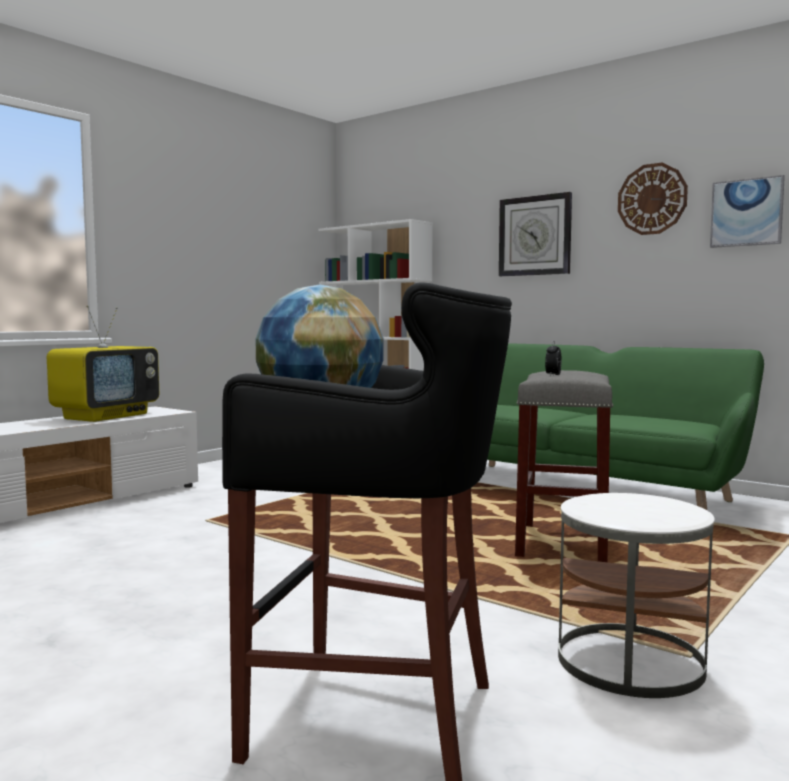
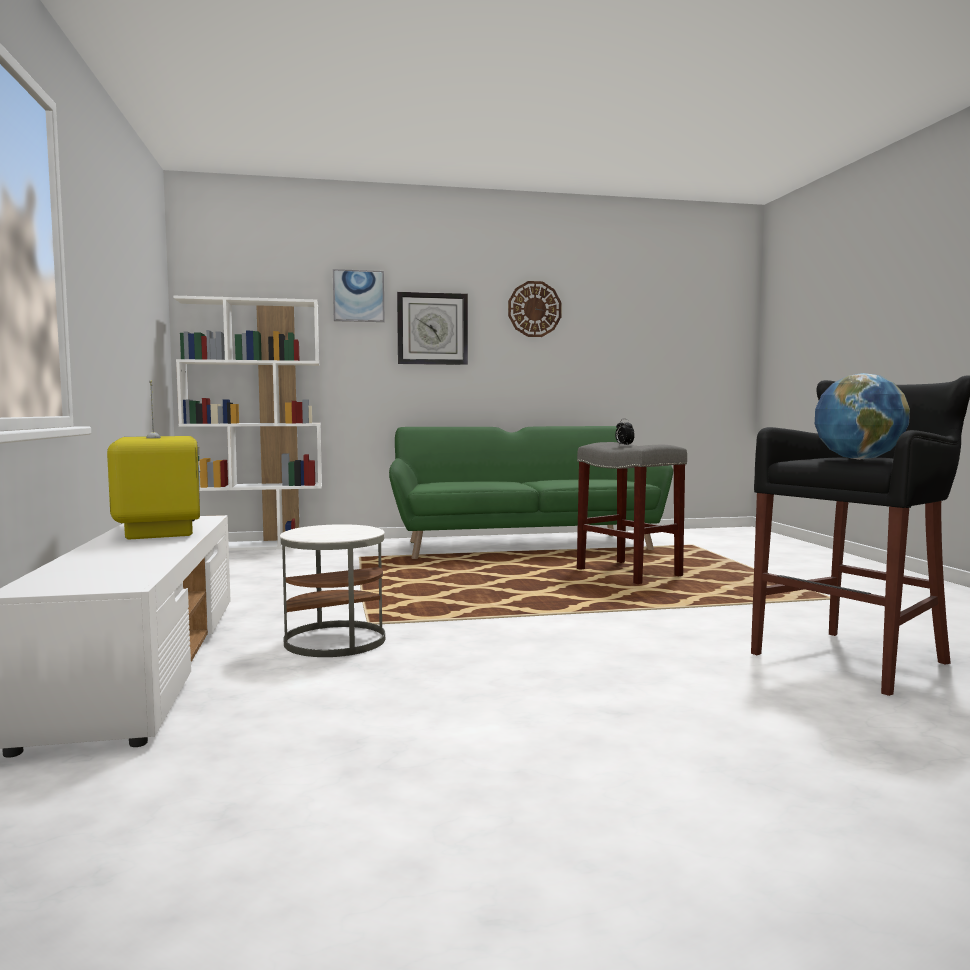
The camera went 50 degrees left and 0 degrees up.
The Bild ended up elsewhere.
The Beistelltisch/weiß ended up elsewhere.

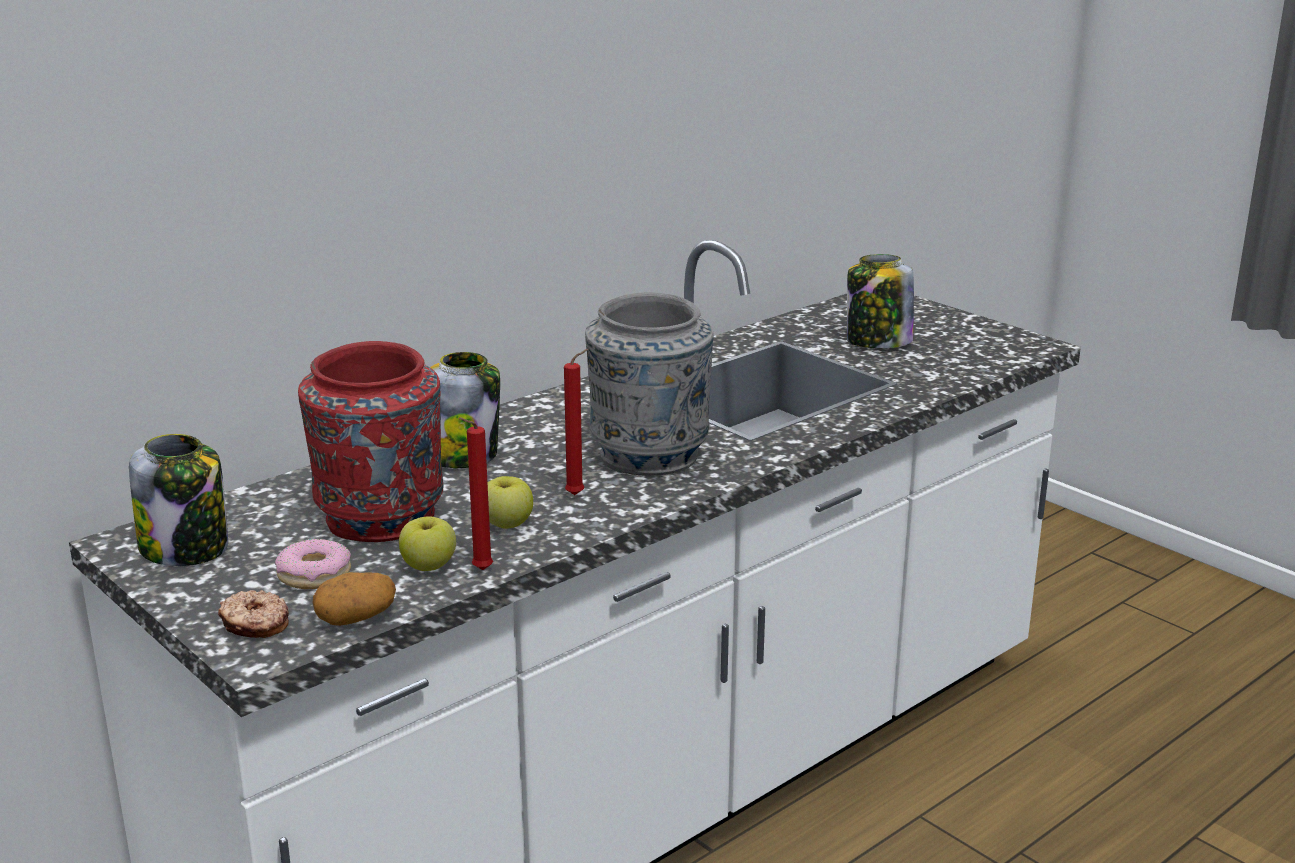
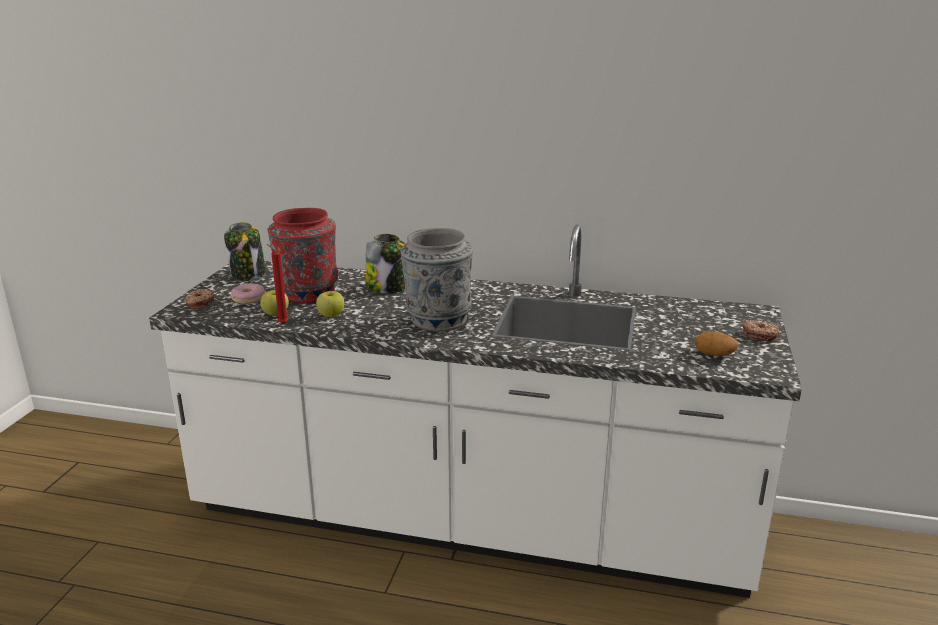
The camera went 55 degrees right and 0 degrees up.
The second view lost the Vorratsglas (no. 3 from left).
The second view lost the Kerze/rot (no. 2 from left).
The Kartoffel ended up elsewhere.
The second view gained the Donut (no. 3 from left).

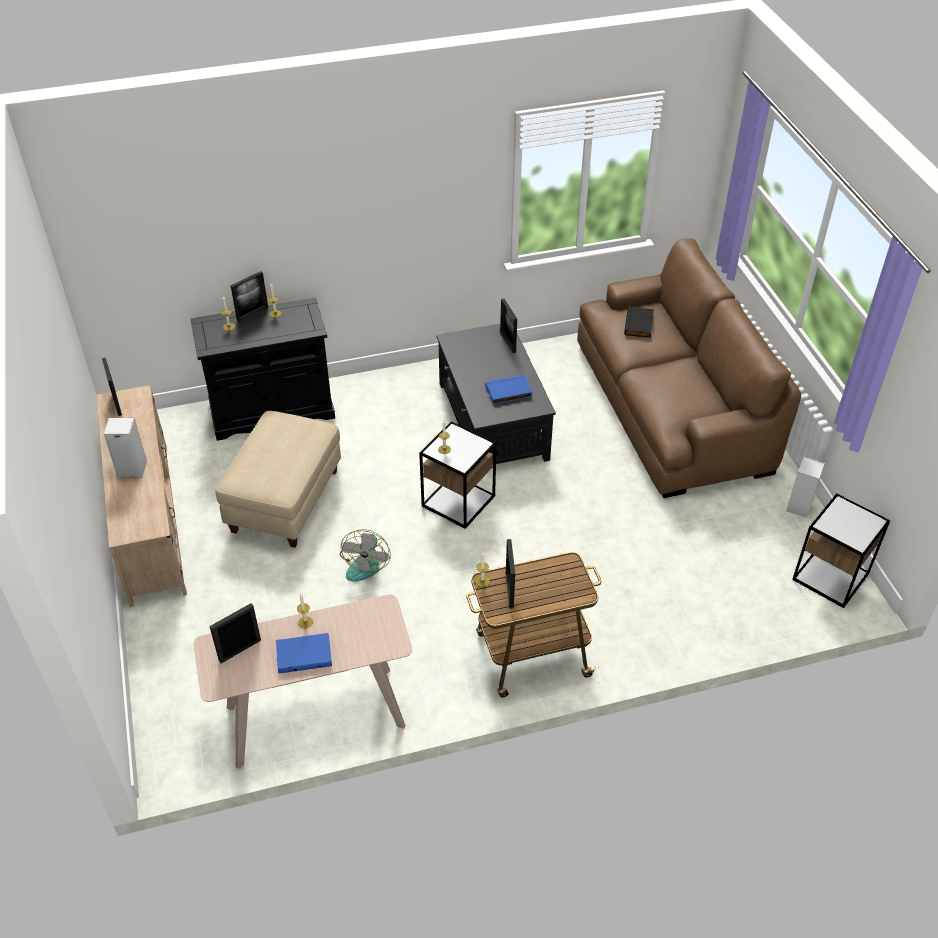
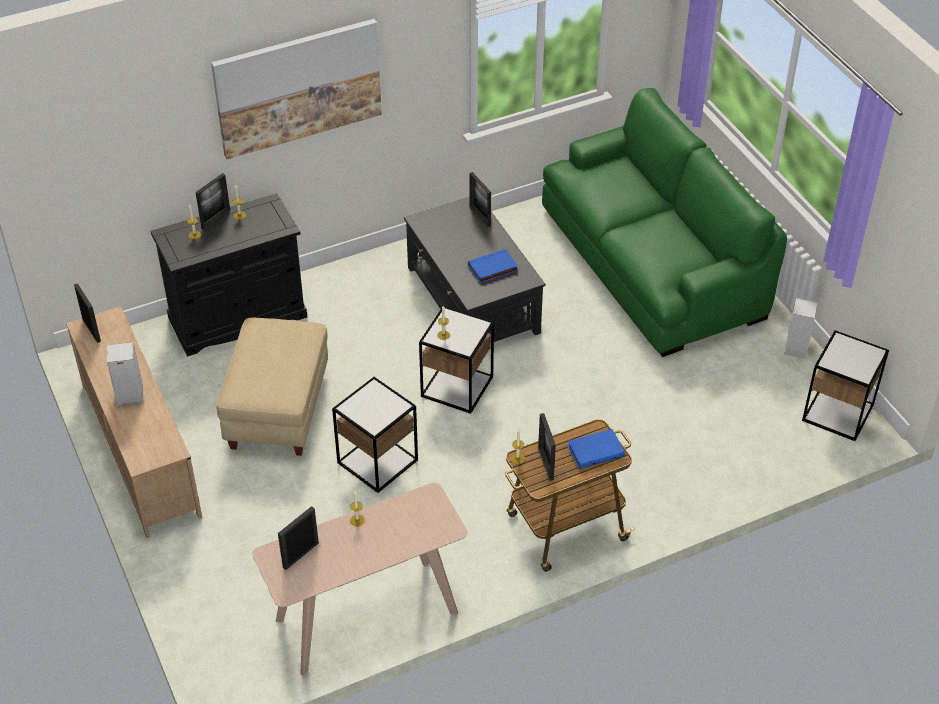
The camera went 10 degrees left and 0 degrees up.
What was the Sofa/braun turned into the Sofa/grün.
The second view lost the Buch/schwarz.
Where the Ventilator stood, the Beistelltisch (no. 1 from left) came to stand.
The Buch/blau (no. 1 from left in the first image) ended up elsewhere.
The second view gained the Bild.

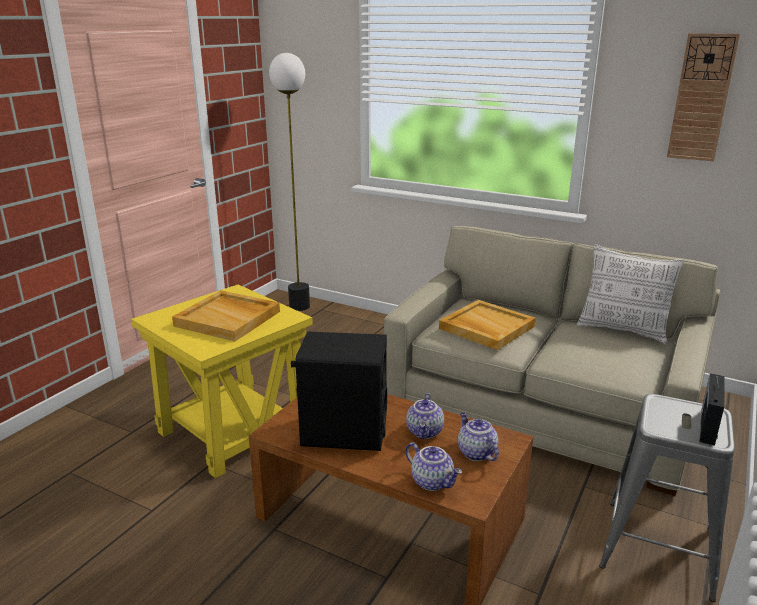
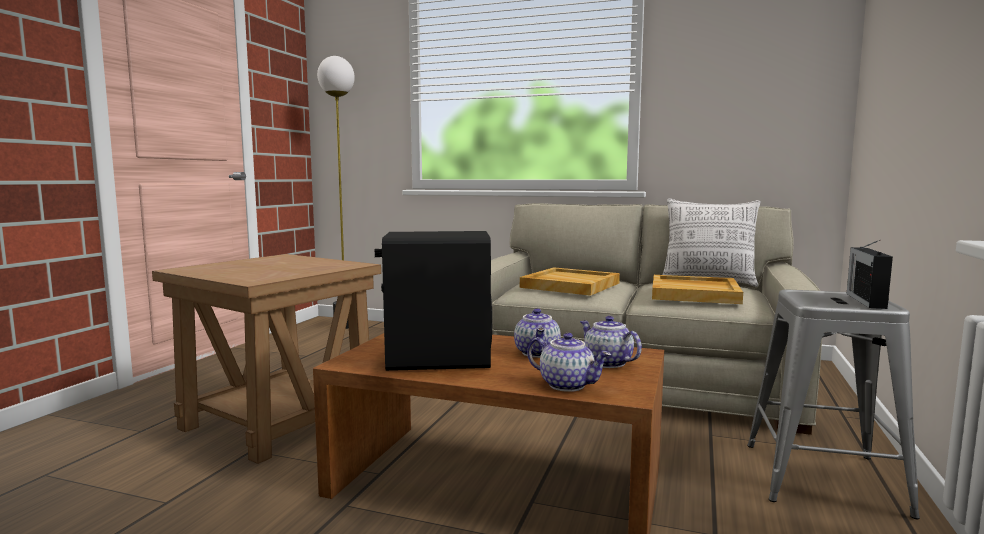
The camera went 10 degrees left and 15 degrees down.
The second view lost the Wanduhr.
What was the Beistelltisch/gelb turned into the Beistelltisch/braun.
The Tablett/beige (no. 1 from left in the first image) ended up elsewhere.

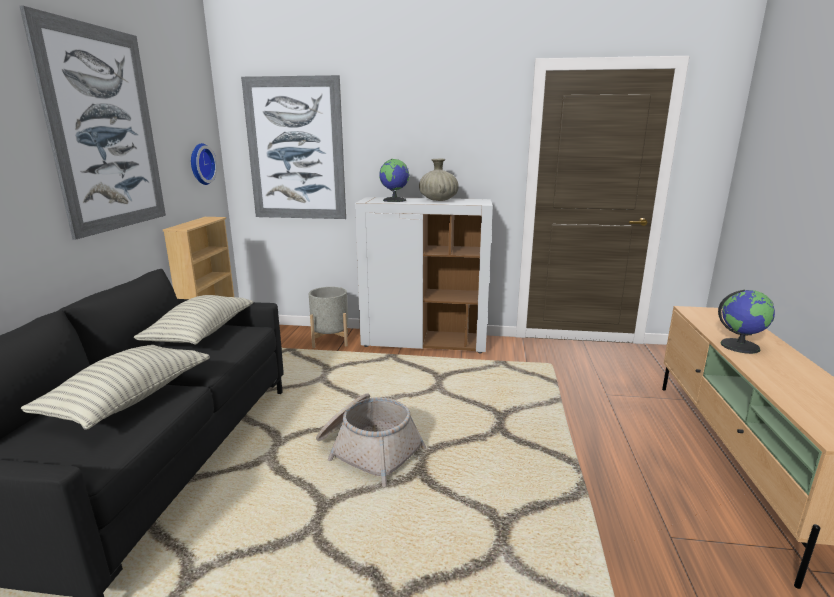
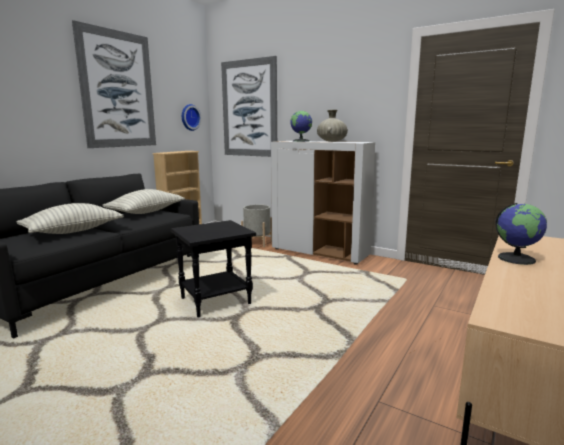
The camera went 25 degrees right and 5 degrees down.
Where the Korb stood, the Beistelltisch/schwarz came to stand.

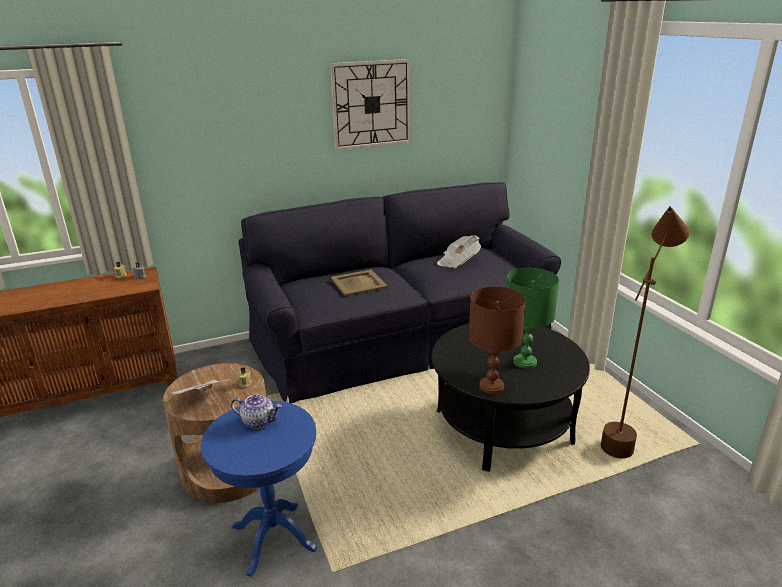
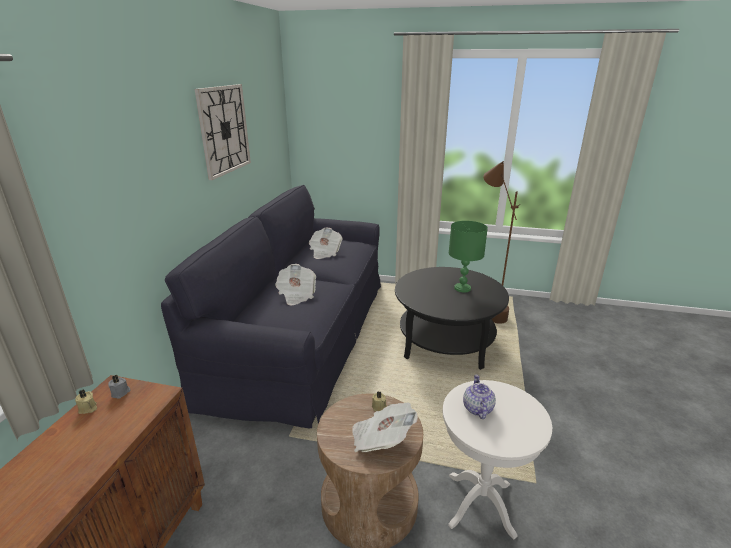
The camera went 55 degrees left and 0 degrees up.
Where the Tablett/beige stood, the Zeitung (no. 1 from left) came to stand.
The second view lost the Tischlampe/braun.
The Teekanne ended up facing another way, 45 degrees counterclockwise from before.
What was the Beistelltisch/blau turned into the Beistelltisch/weiß.

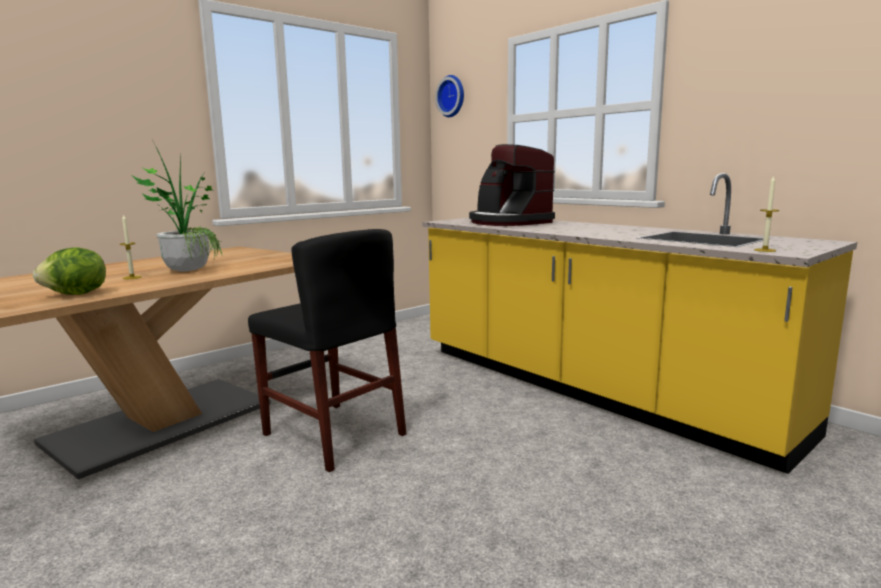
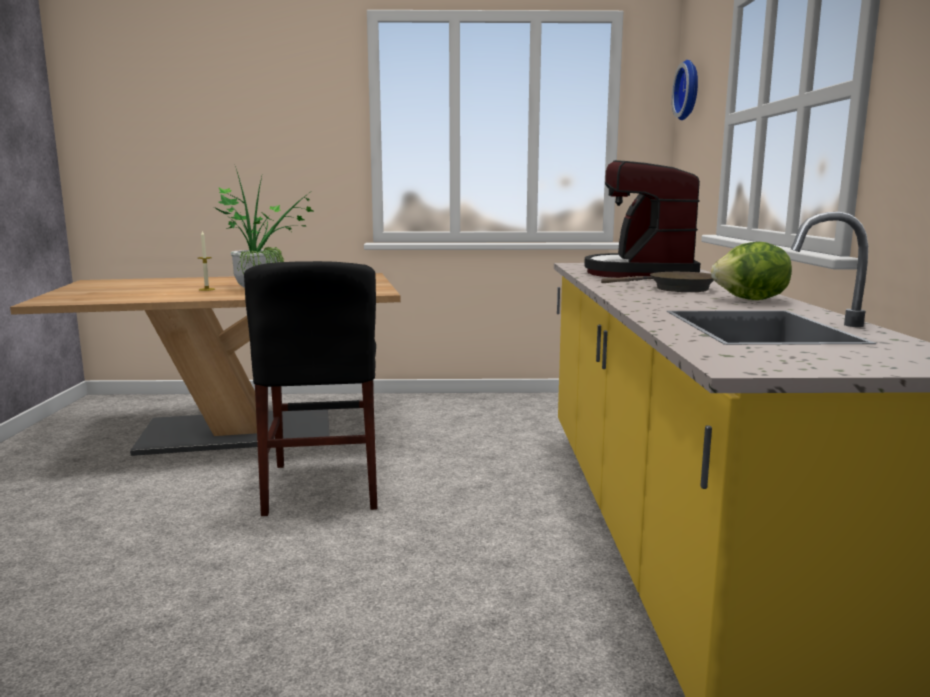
The camera went 40 degrees right and 0 degrees up.
The second view lost the Kerze (no. 2 from left).
The Salatkopf ended up elsewhere.
The second view gained the Pfanne/braun.

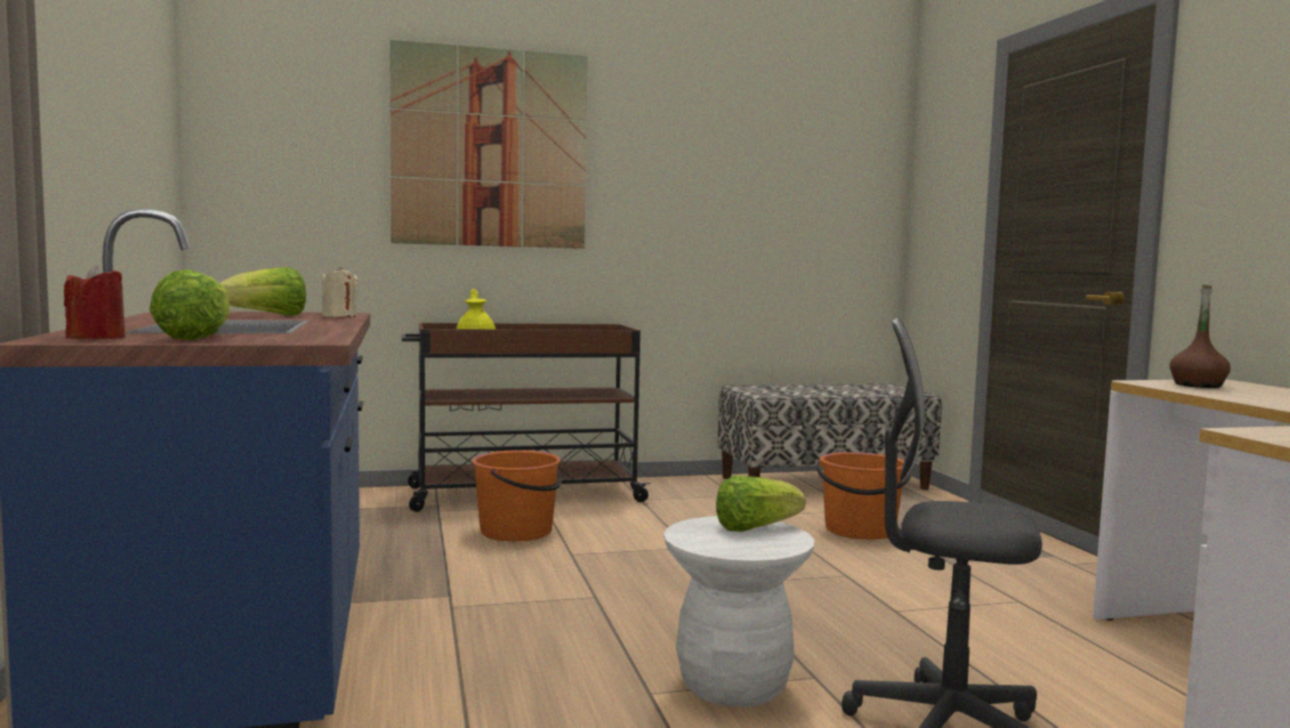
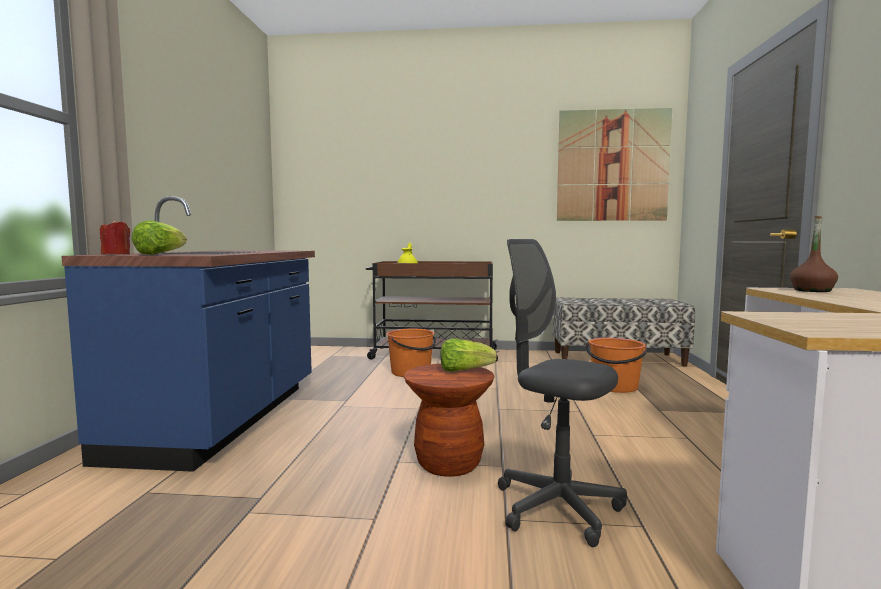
The camera went 20 degrees right and 0 degrees up.
The Bild ended up elsewhere.
The second view lost the Kerze/beige.
The second view lost the Salatkopf (no. 2 from left).
What was the Hocker/weiß turned into the Hocker/braun.

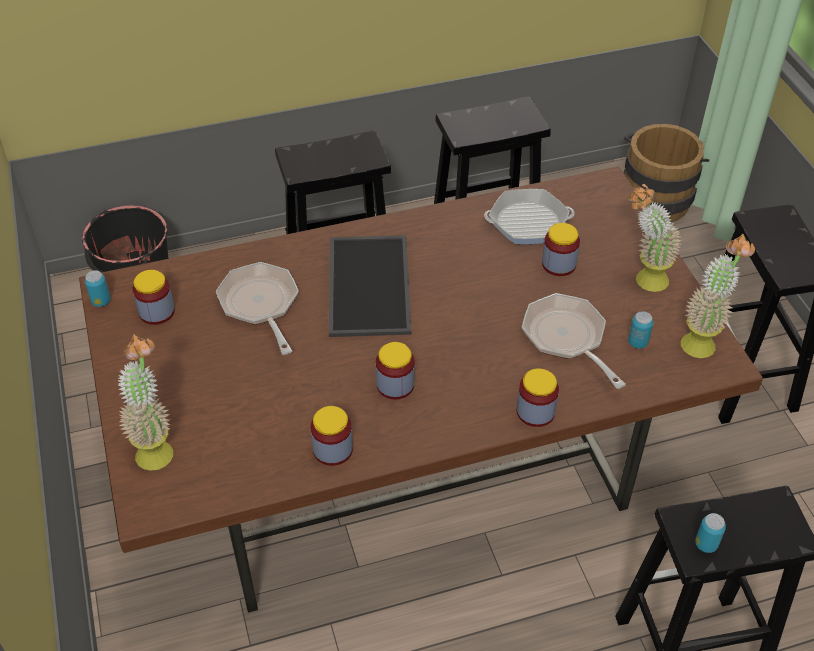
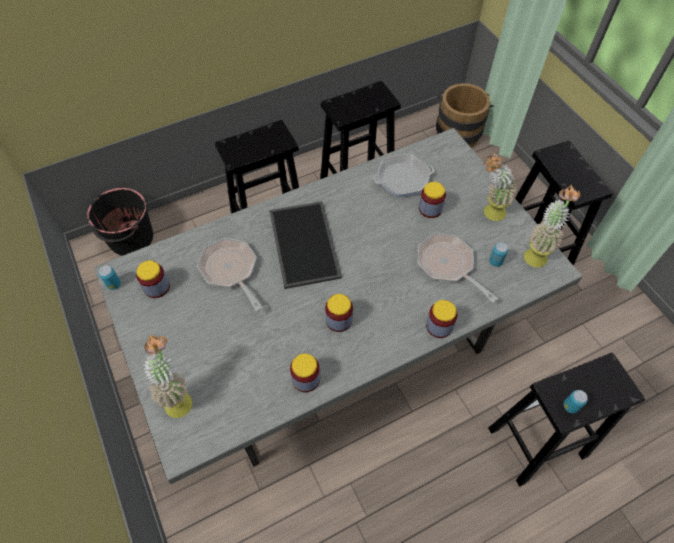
The camera went 10 degrees left and 10 degrees up.
What was the Esstisch/braun turned into the Esstisch/grau.

